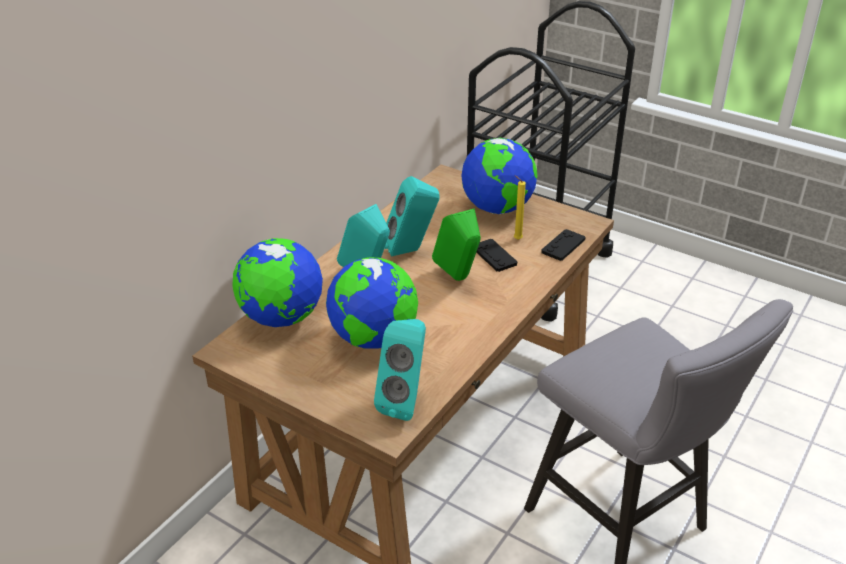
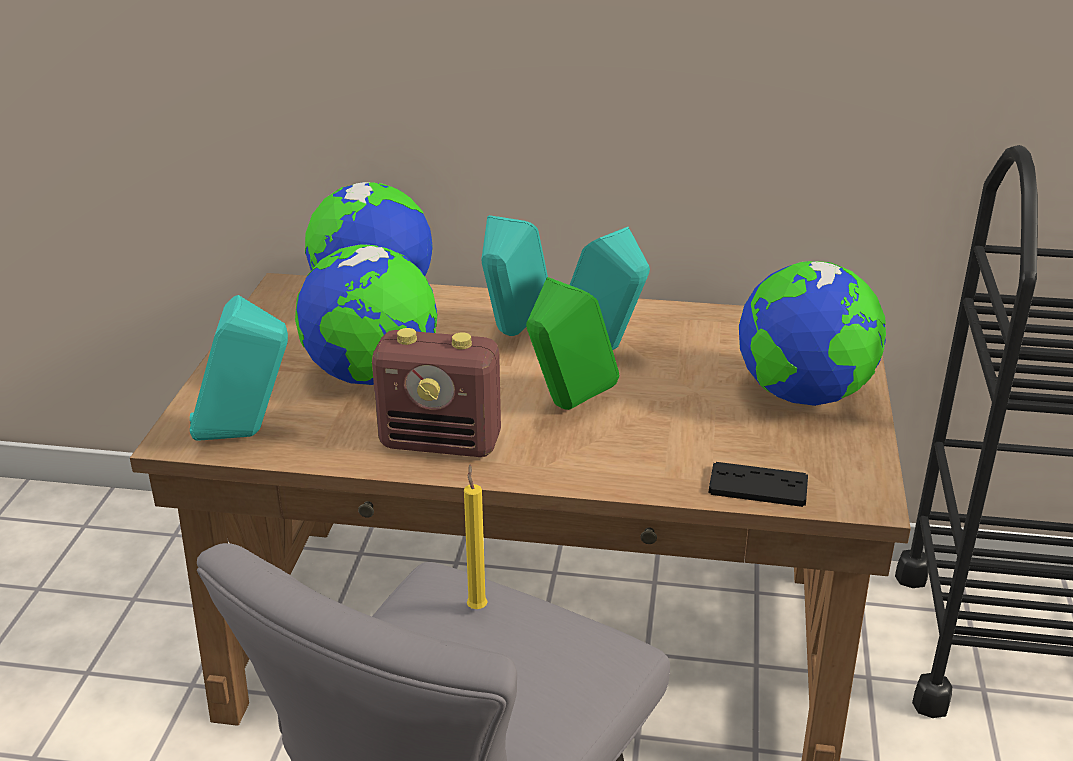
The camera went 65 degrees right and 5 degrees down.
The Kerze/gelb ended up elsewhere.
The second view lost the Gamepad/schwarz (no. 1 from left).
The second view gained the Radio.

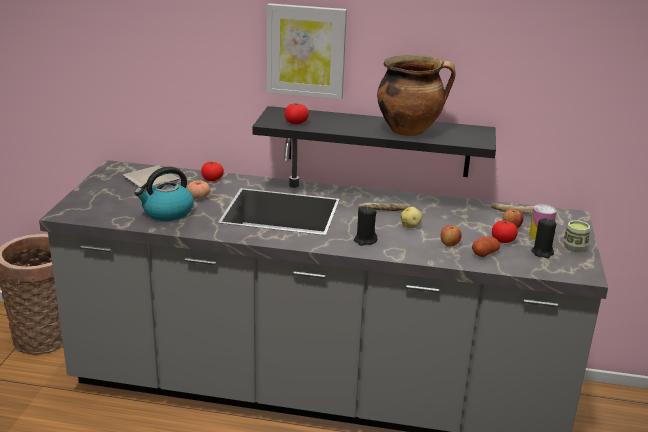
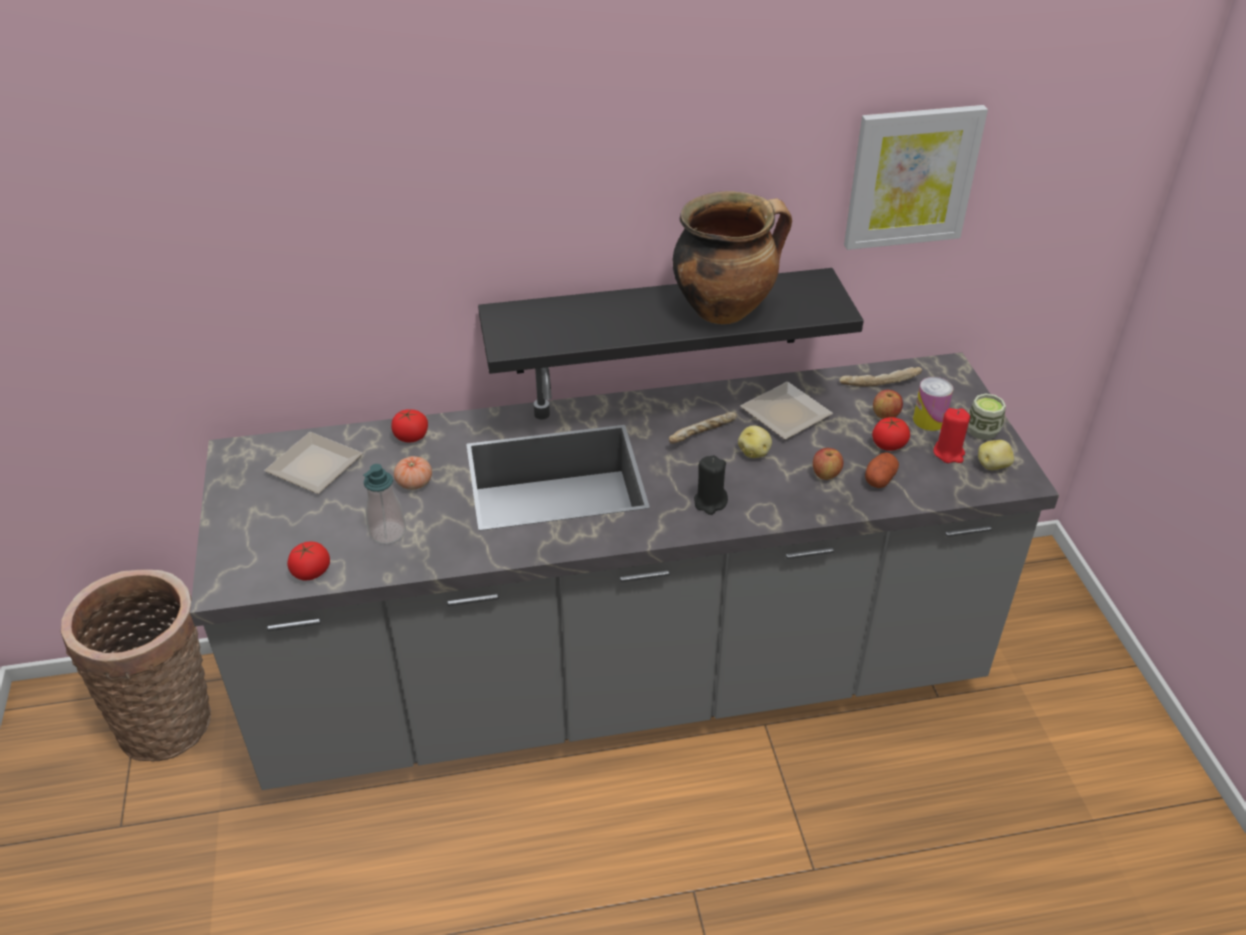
The camera went 20 degrees left and 15 degrees up.
The Bild ended up elsewhere.
The Tomate (no. 3 from left in the first image) ended up elsewhere.
Where the Wasserkessel stood, the Seifenspender came to stand.
What was the Kerze/schwarz (no. 2 from left) turned into the Kerze/rot.
The second view gained the Teller (no. 2 from left).
The second view gained the Kartoffel (no. 3 from left).

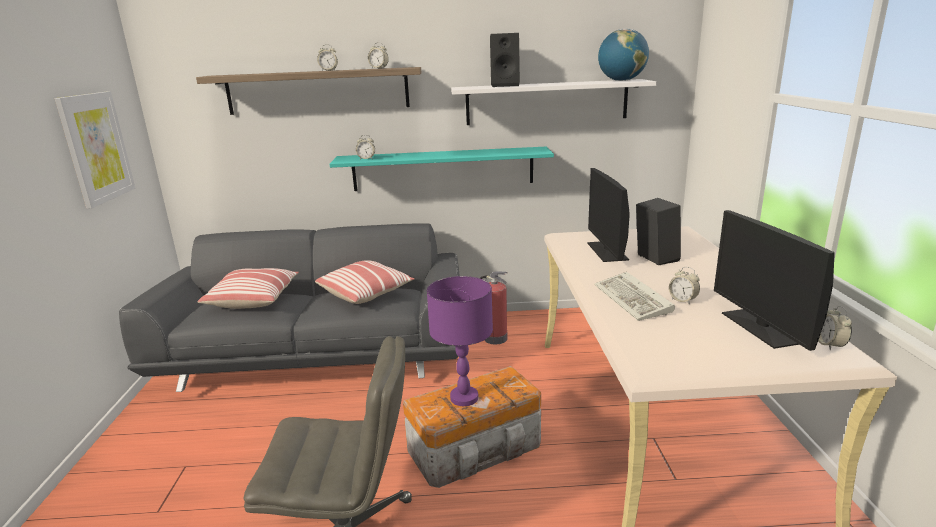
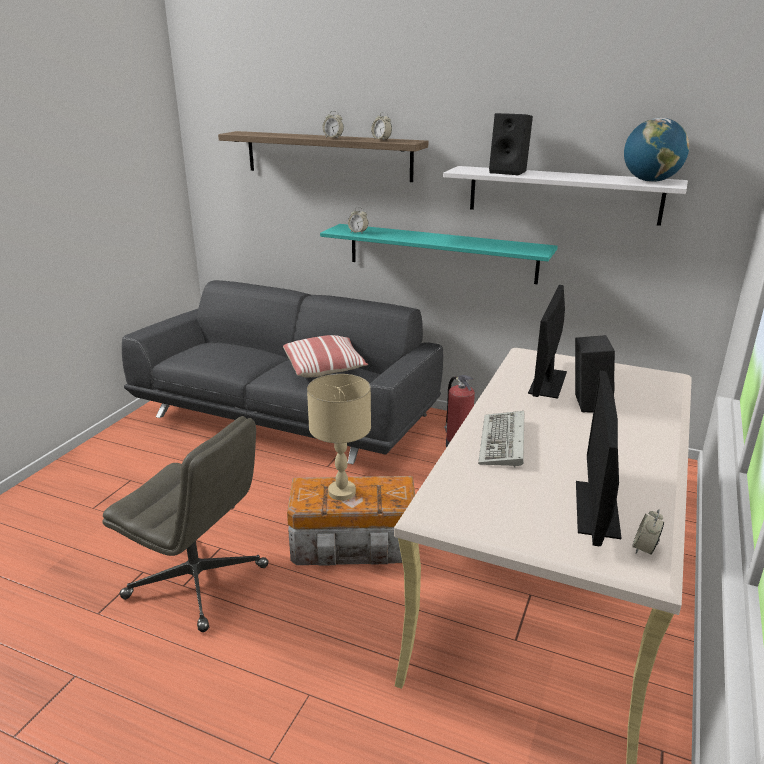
The camera went 25 degrees right and 5 degrees up.
The second view lost the Bild.
The second view lost the Wecker (no. 4 from left).
The second view lost the Kissen (no. 1 from left).
What was the Tischlampe/lila turned into the Tischlampe/beige.

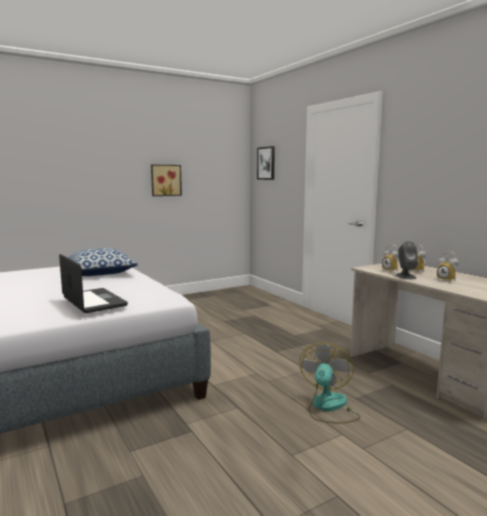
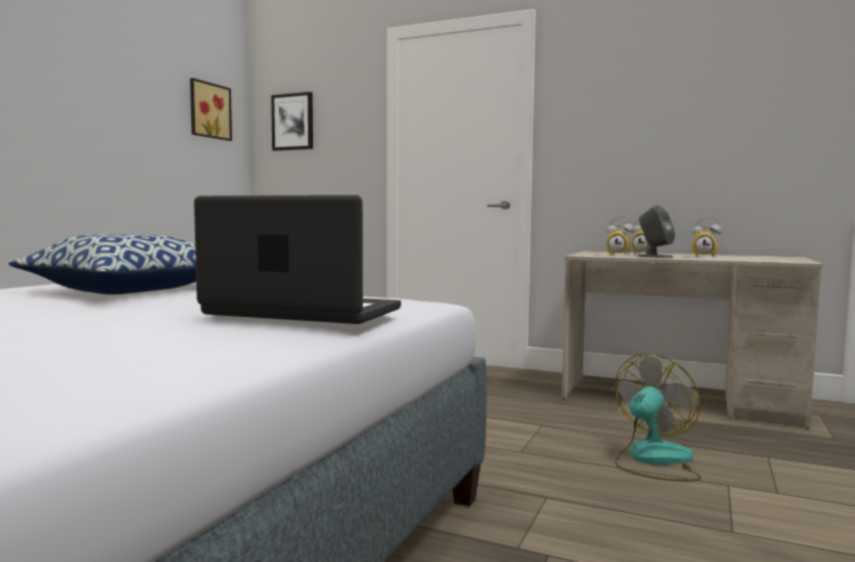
The camera went 35 degrees left and 5 degrees down.
The Bild (no. 1 from left) ended up elsewhere.
The Ventilator ended up facing another way, 60 degrees clockwise from before.

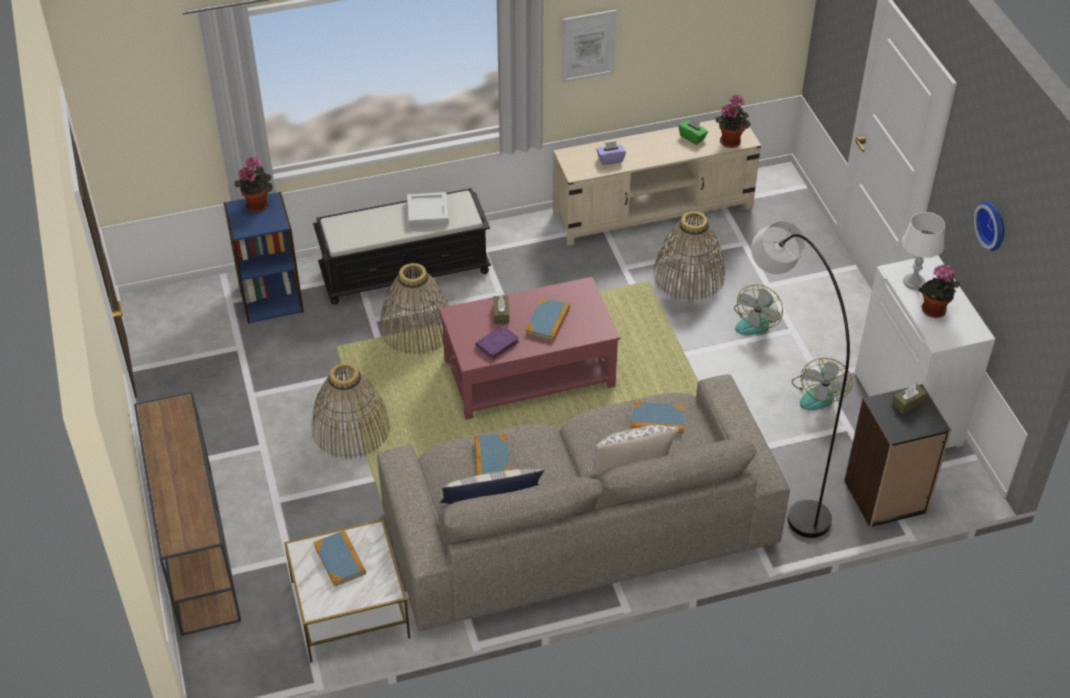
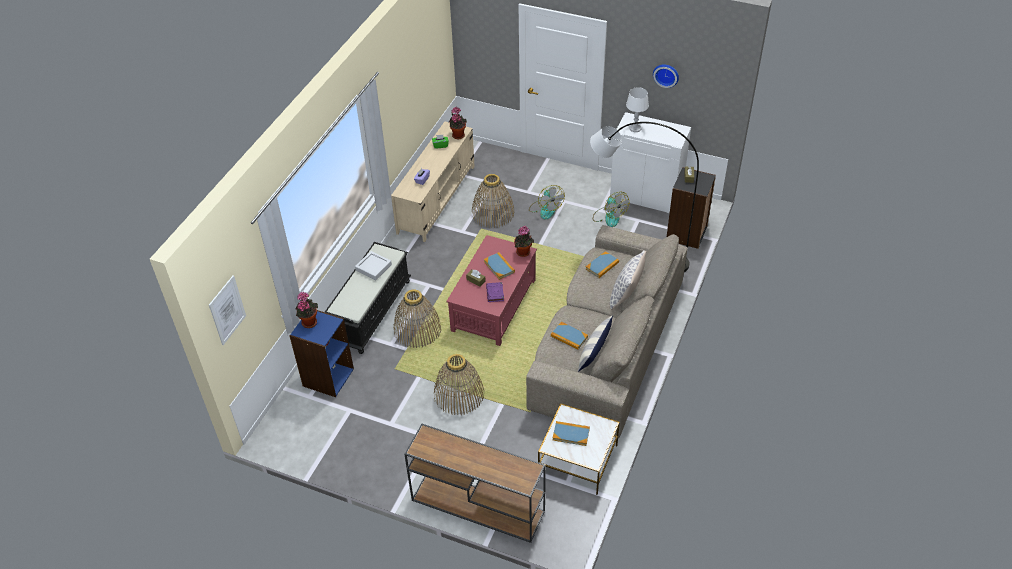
The camera went 50 degrees left and 0 degrees up.
The Bild ended up elsewhere.
The Topfpflanze (no. 3 from left) ended up elsewhere.

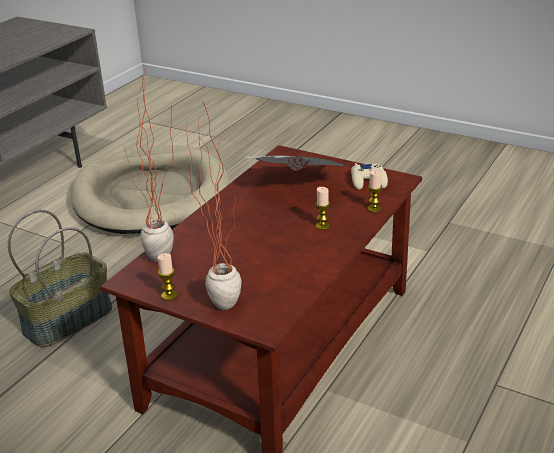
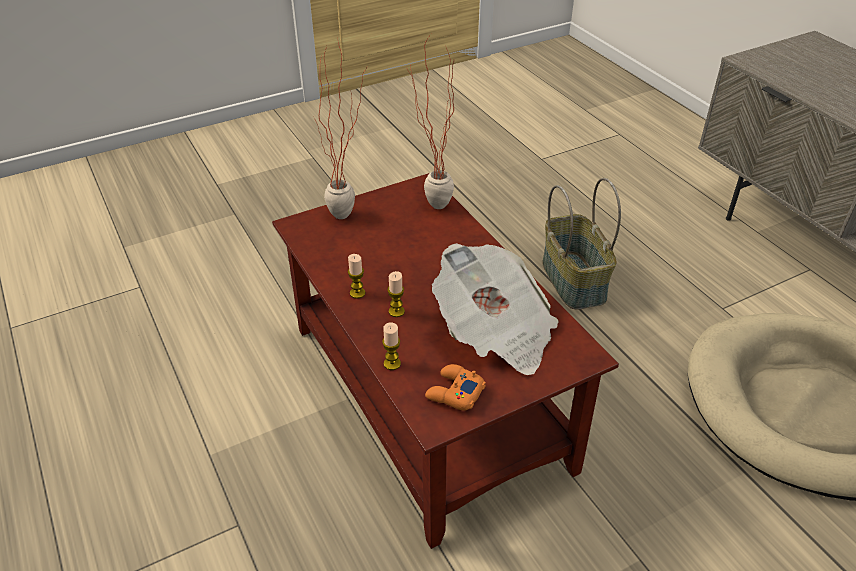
The camera went 120 degrees right and 10 degrees up.
What was the Gamepad/beige turned into the Gamepad/orange.
The Kerze (no. 1 from left) ended up elsewhere.

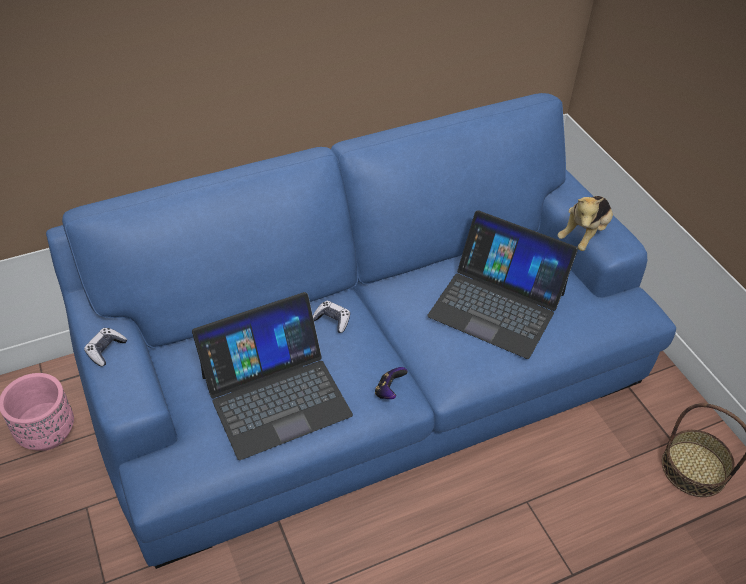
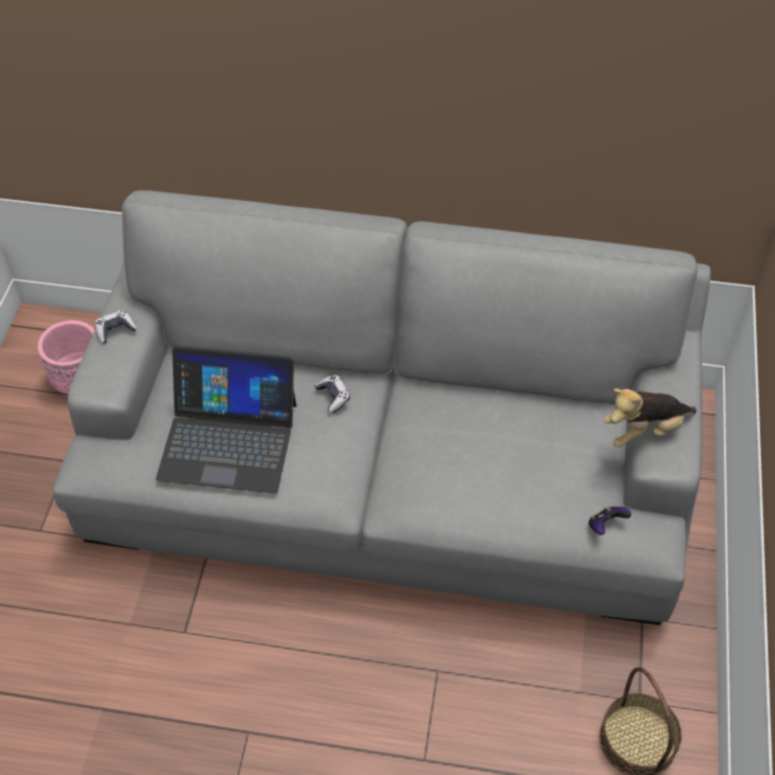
The camera went 35 degrees right and 5 degrees up.
What was the Sofa/blau turned into the Sofa/grau.
The second view lost the Laptop (no. 2 from left).
The Gamepad (no. 3 from left) ended up elsewhere.

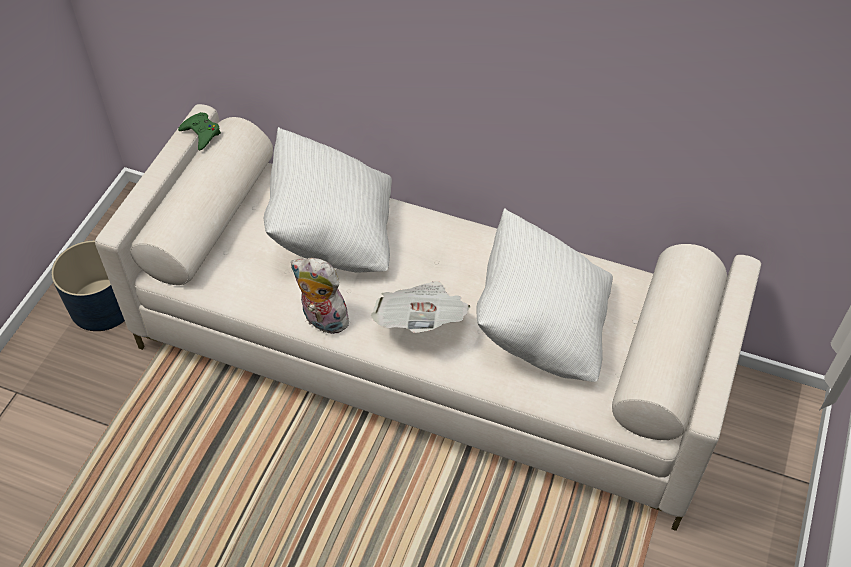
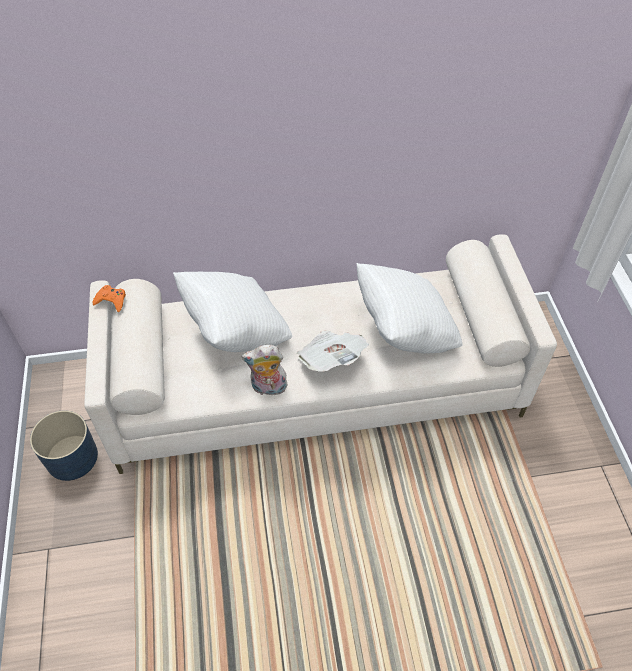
The camera went 30 degrees left and 0 degrees up.
What was the Gamepad/grün turned into the Gamepad/orange.

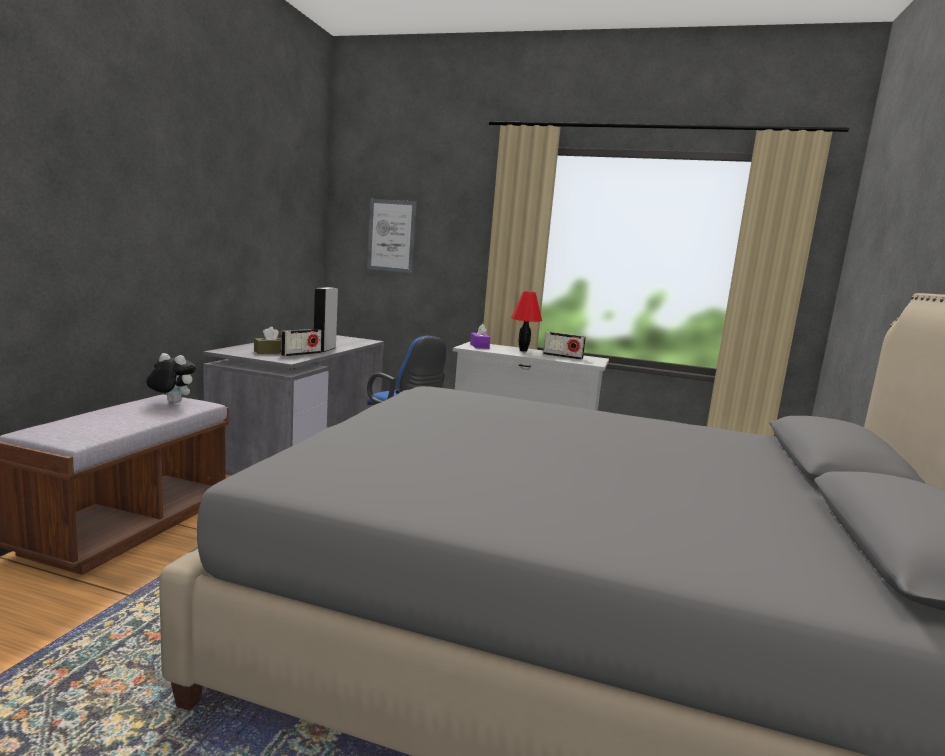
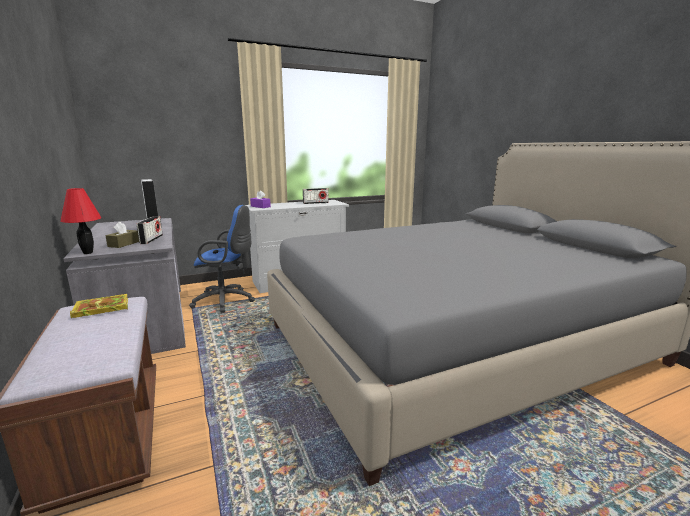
The camera went 40 degrees left and 5 degrees up.
The second view lost the Bild.
The Tischlampe/rot ended up elsewhere.
Where the Plüschtier stood, the Buch came to stand.

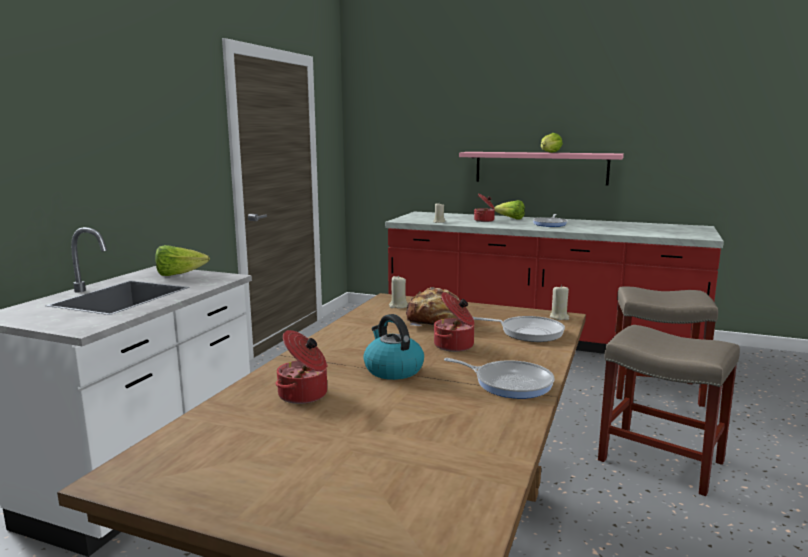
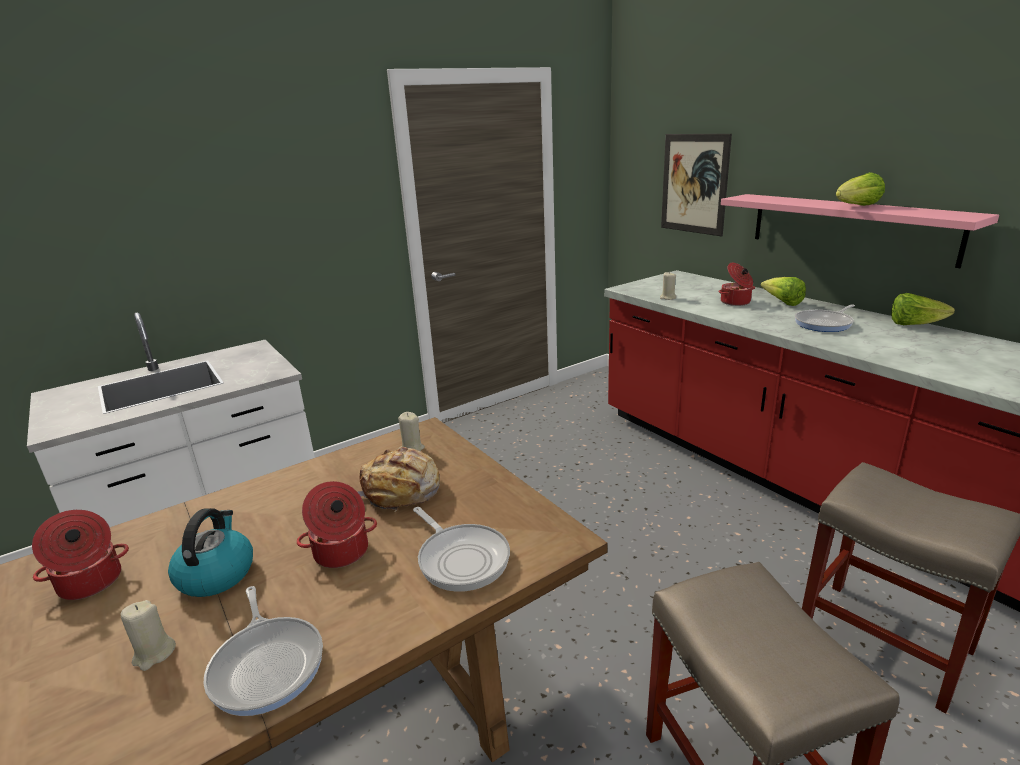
The camera went 35 degrees right and 10 degrees up.
The Salatkopf (no. 1 from left in the first image) ended up elsewhere.
The Kerze/beige (no. 3 from left in the first image) ended up elsewhere.
The second view gained the Bild.

